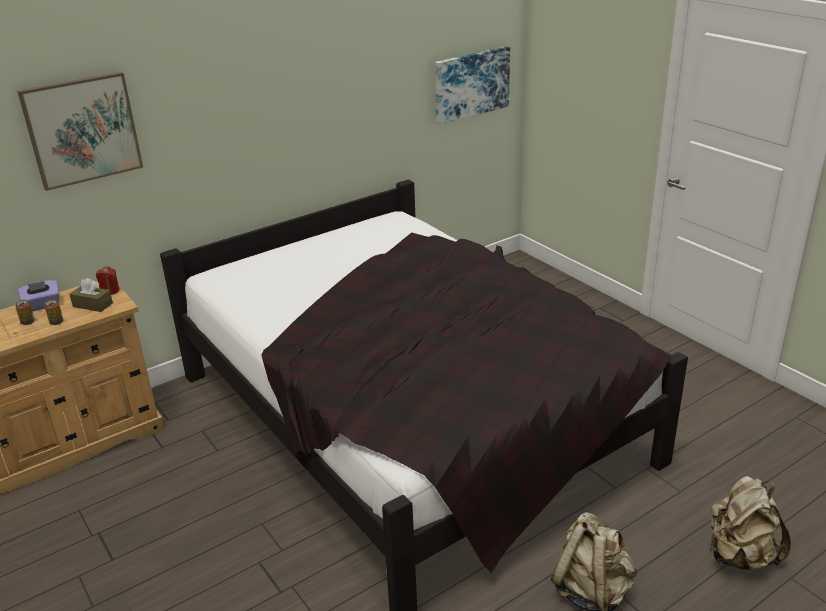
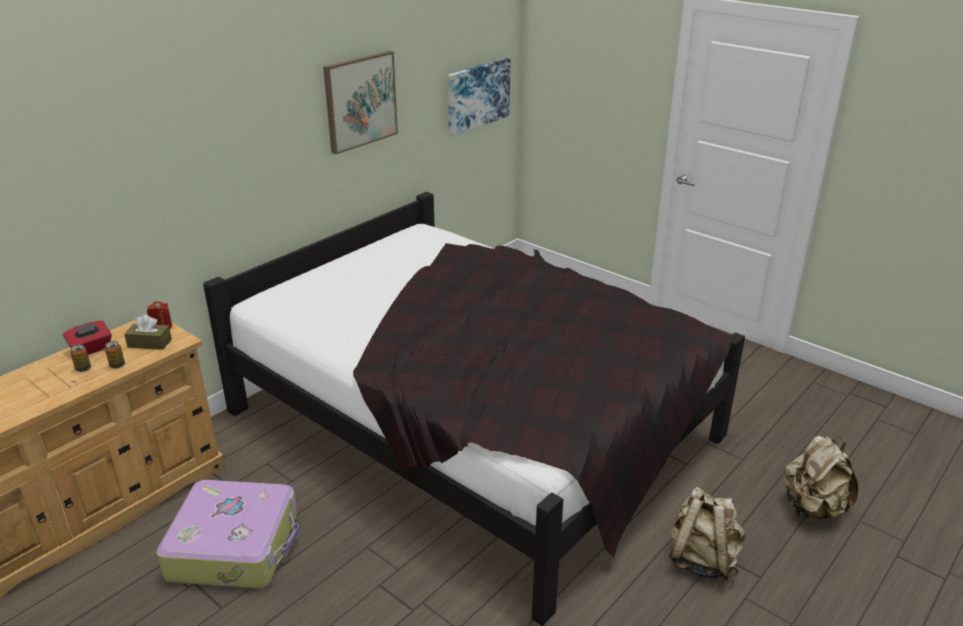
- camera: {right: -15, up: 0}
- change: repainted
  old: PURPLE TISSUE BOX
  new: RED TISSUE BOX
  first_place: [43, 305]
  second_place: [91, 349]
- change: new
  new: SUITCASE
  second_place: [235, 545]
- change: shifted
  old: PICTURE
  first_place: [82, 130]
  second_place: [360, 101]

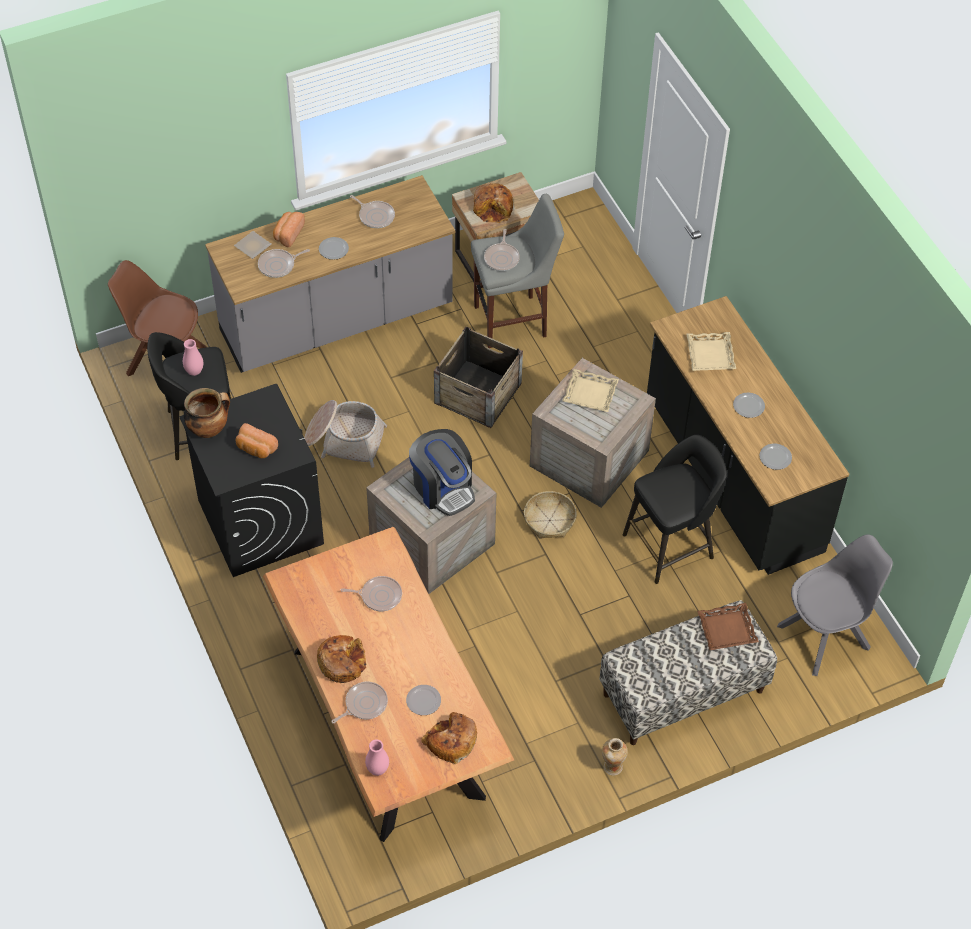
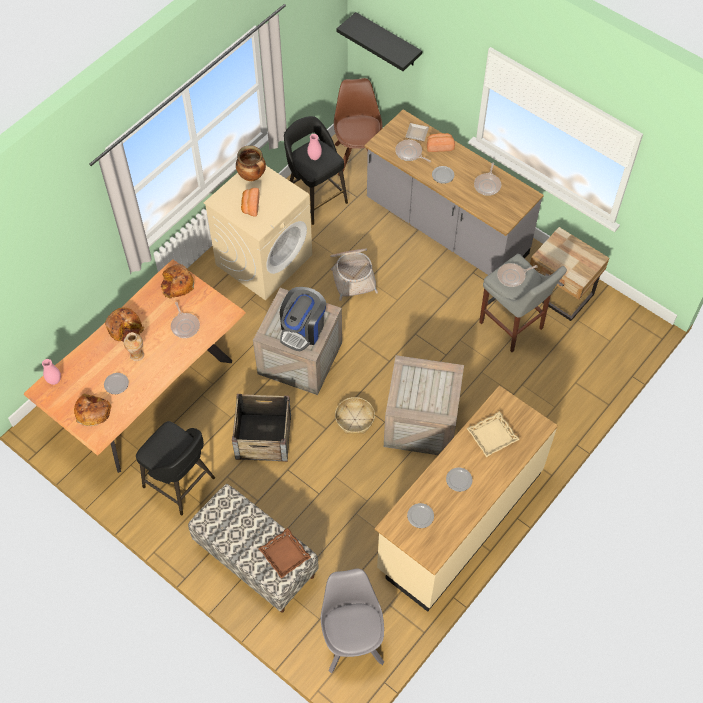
- camera: {right: 65, up: 5}
- change: shifted
  old: VASE
  first_place: [612, 767]
  second_place: [137, 355]
- change: shifted
  old: BLACK STOOL
  first_place: [670, 545]
  second_place: [180, 483]
- change: shifted
  old: BREAD
  first_place: [493, 208]
  second_place: [177, 285]
- change: repainted
  old: BLACK WASHING MACHINE
  new: BEIGE WASHING MACHINE
  first_place: [259, 521]
  second_place: [264, 259]
- change: shifted
  old: CRATE
  first_place: [478, 393]
  second_place: [263, 437]
- change: rotated
  old: GREY CHAIR
  first_place: [826, 636]
  second_place: [352, 639]
  degrees: -135
- change: new
  new: BLACK SHELF
  second_place: [388, 40]
- change: repainted
  old: BLACK COUNTER
  new: BEIGE COUNTER
  first_place: [731, 476]
  second_place: [459, 520]
- change: gone
  old: FRYING PAN
  first_place: [364, 704]
- change: gone
  old: BEIGE TRAY
  first_place: [590, 393]

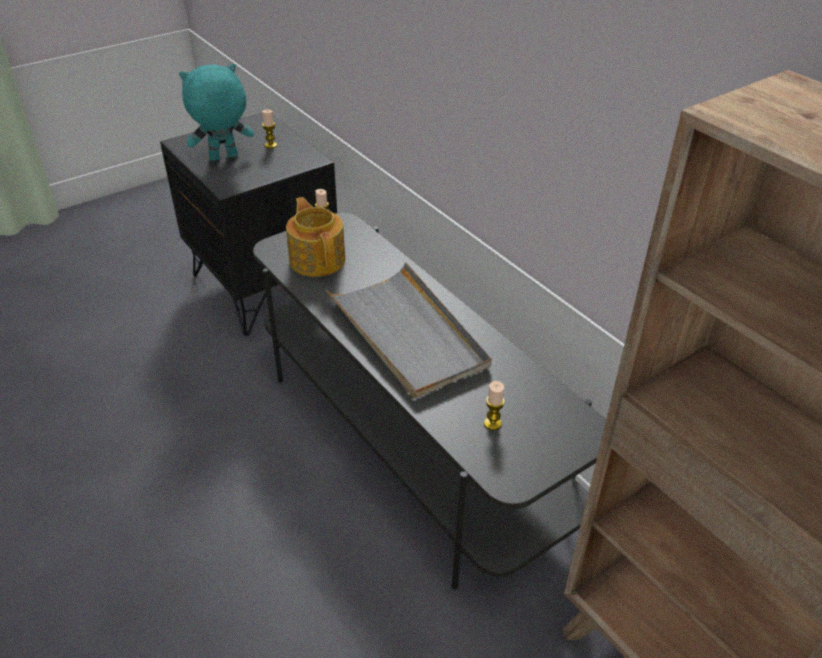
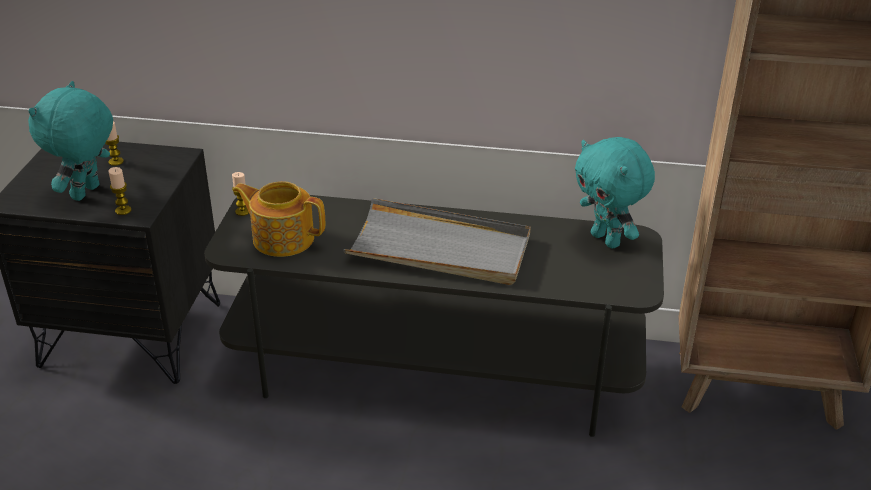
- camera: {right: -45, up: -5}
- change: shifted
  old: CANDLE
  first_place: [492, 423]
  second_place: [123, 210]
- change: new
  new: TURQUOISE PLUSH TOY
  second_place: [607, 240]

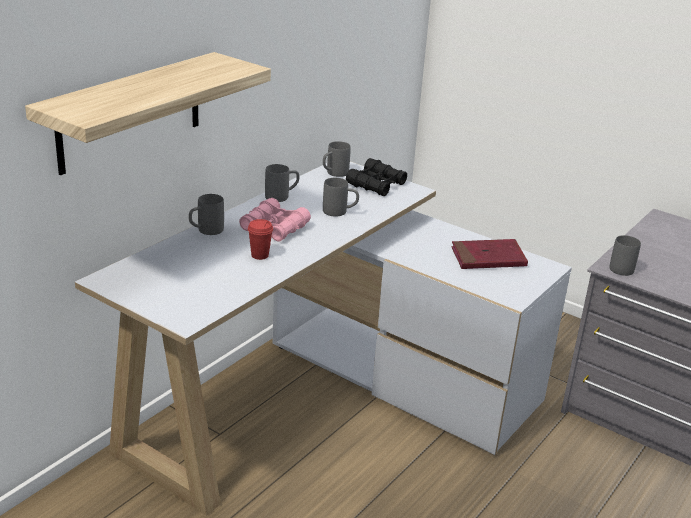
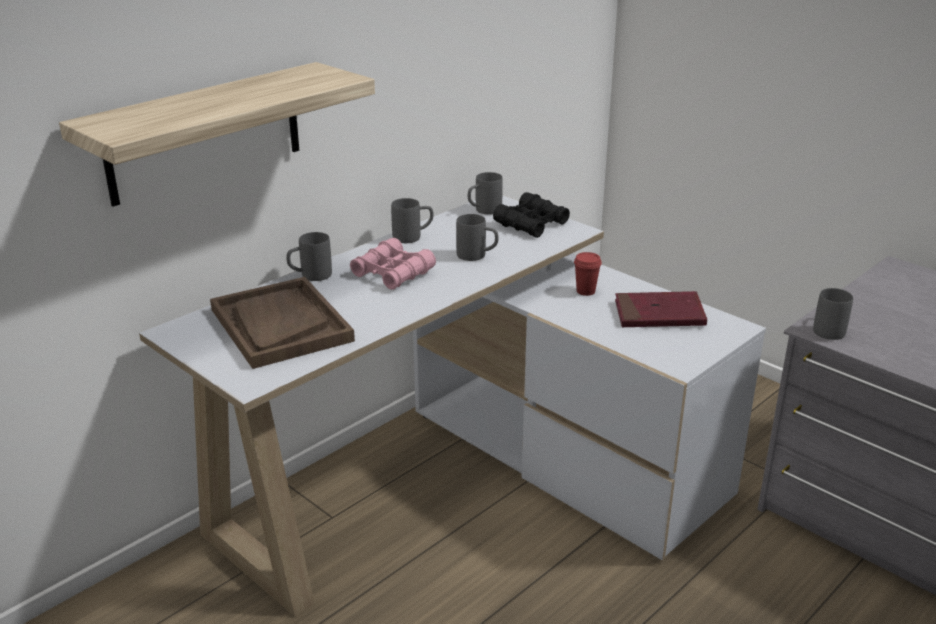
- camera: {right: 10, up: 0}
- change: new
  new: BROWN TRAY
  second_place: [280, 325]
- change: shifted
  old: RED CUP
  first_place: [260, 255]
  second_place: [585, 291]

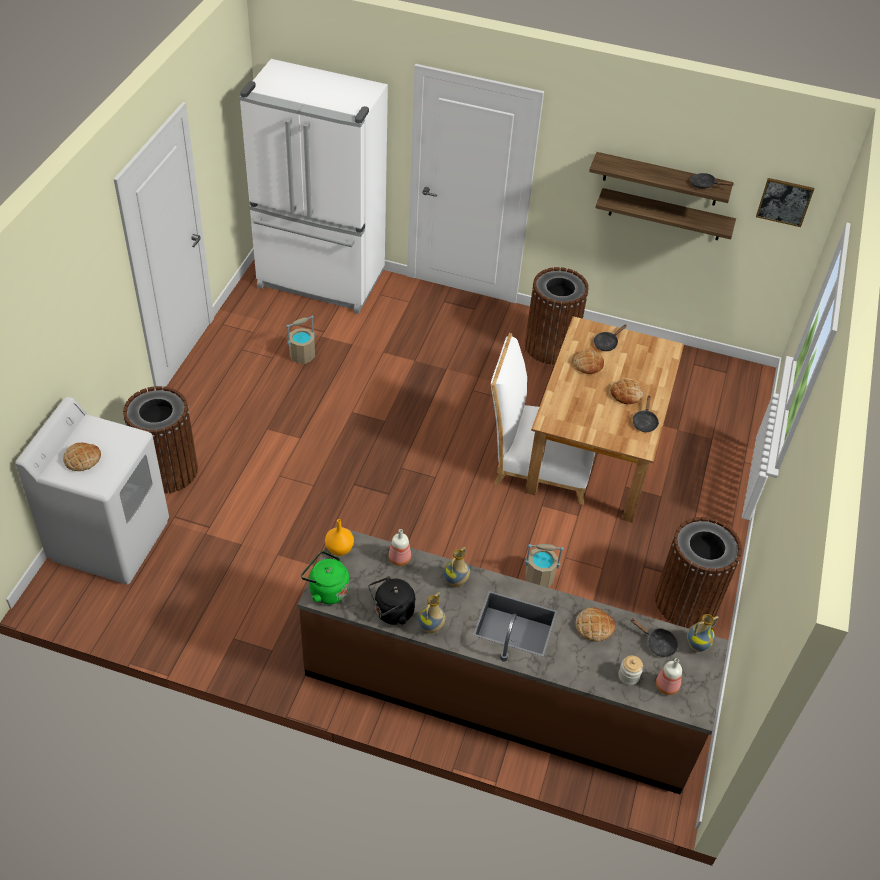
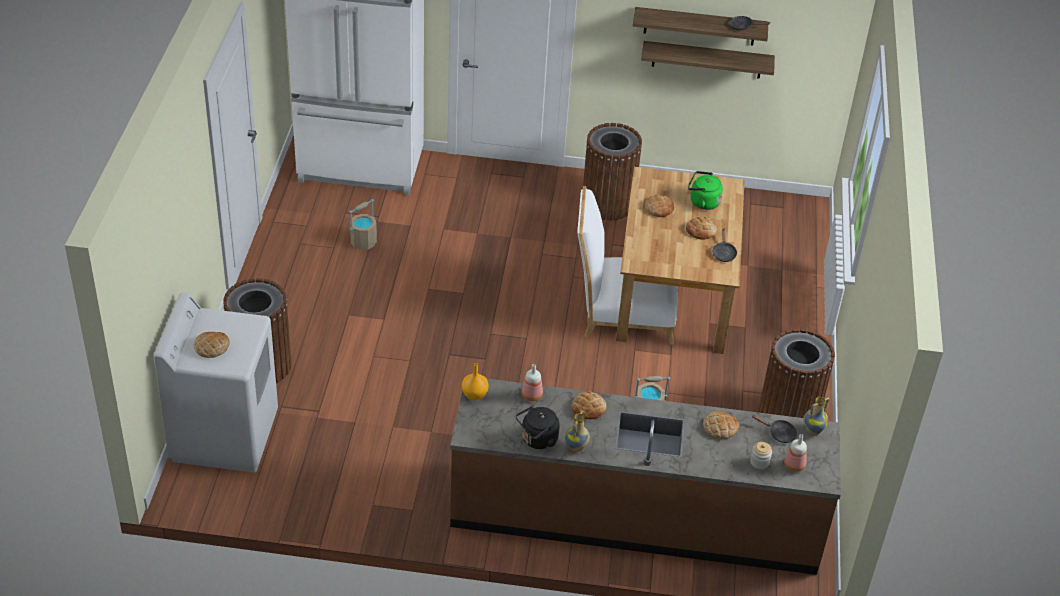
- camera: {right: -10, up: -5}
- change: swapped
  old: VASE
  new: BREAD
  first_place: [456, 582]
  second_place: [588, 408]
- change: shifted
  old: GREEN KETTLE
  first_place: [326, 590]
  second_place: [702, 202]
- change: gone
  old: BLACK FRYING PAN
  first_place: [607, 343]
- change: gone
  old: PICTURE
  first_place: [784, 201]

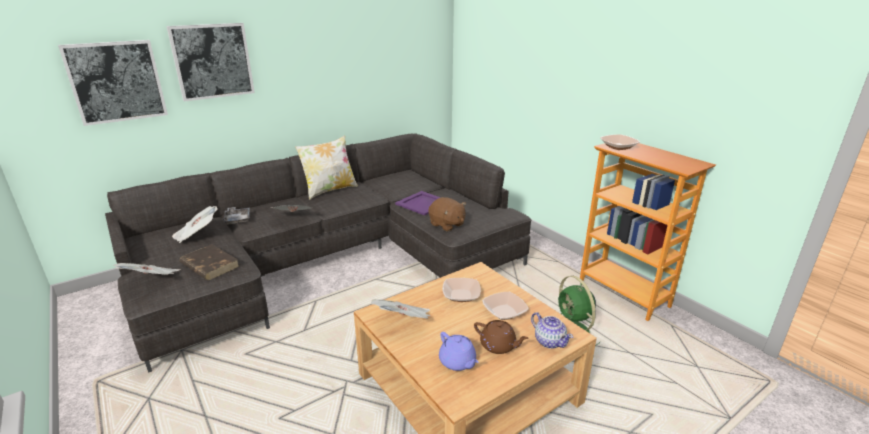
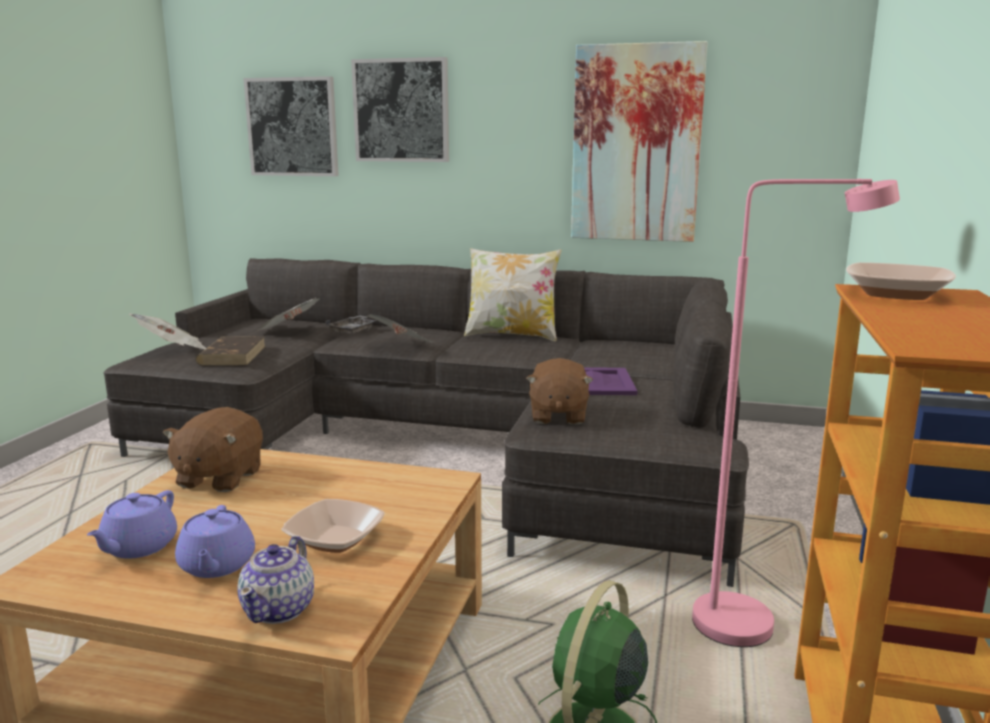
- camera: {right: 50, up: -10}
- change: swapped
  old: NEWSPAPER
  new: BROWN PLUSH TOY
  first_place: [404, 321]
  second_place: [219, 478]
- change: repainted
  old: BROWN TEAPOT
  new: PURPLE TEAPOT
  first_place: [498, 346]
  second_place: [216, 566]
- change: new
  new: PICTURE
  second_place: [636, 144]
- change: new
  new: PINK FLOOR LAMP
  second_place: [754, 623]
- change: gone
  old: BOWL
  first_place: [461, 295]

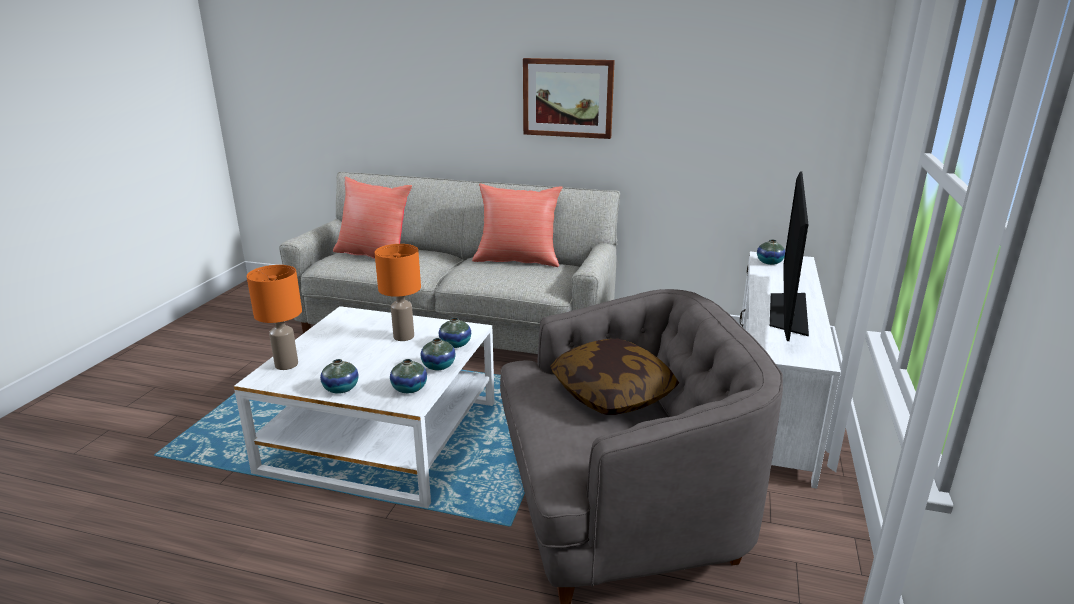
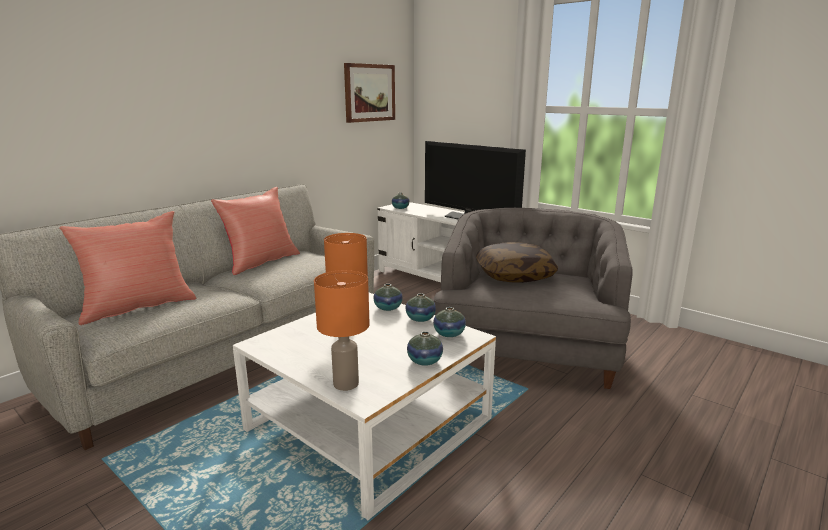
- camera: {right: -65, up: -5}
- change: shifted
  old: PICTURE
  first_place: [568, 98]
  second_place: [369, 93]

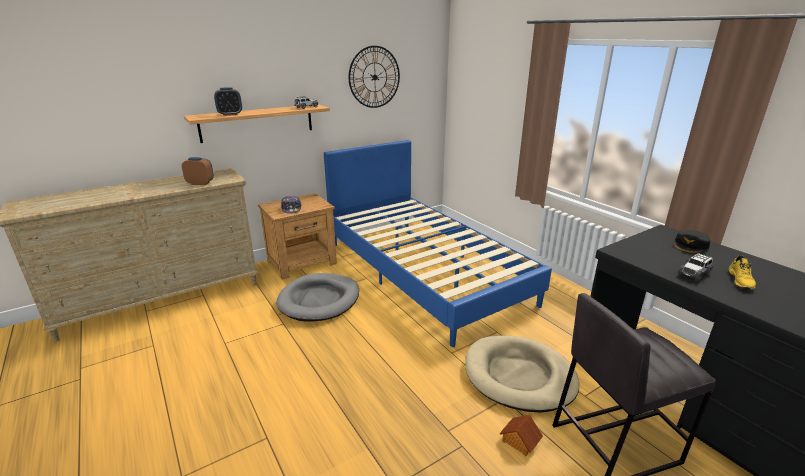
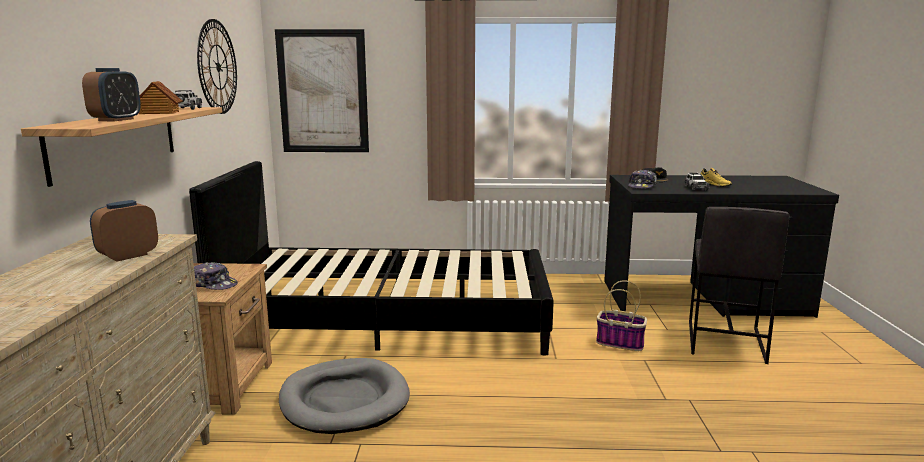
- camera: {right: -55, up: -10}
- change: shifted
  old: TOY HOUSE
  first_place: [519, 441]
  second_place: [159, 113]
- change: repainted
  old: BLUE BED
  new: BLACK BED
  first_place: [424, 271]
  second_place: [389, 321]
- change: new
  new: PICTURE
  second_place: [323, 92]
- change: swapped
  old: BEIGE DOG BED
  new: BASKET
  first_place: [519, 376]
  second_place: [621, 343]
- change: new
  new: CAP
  second_place: [642, 186]

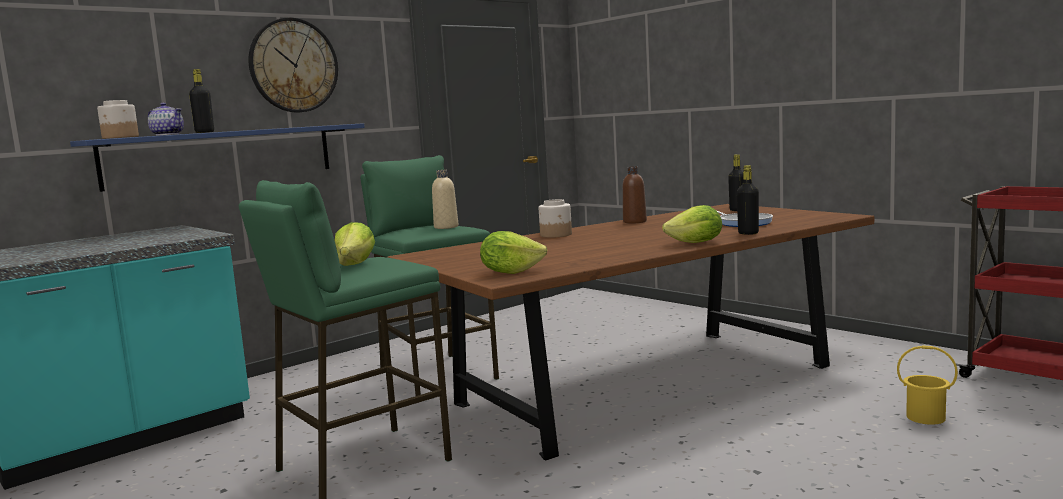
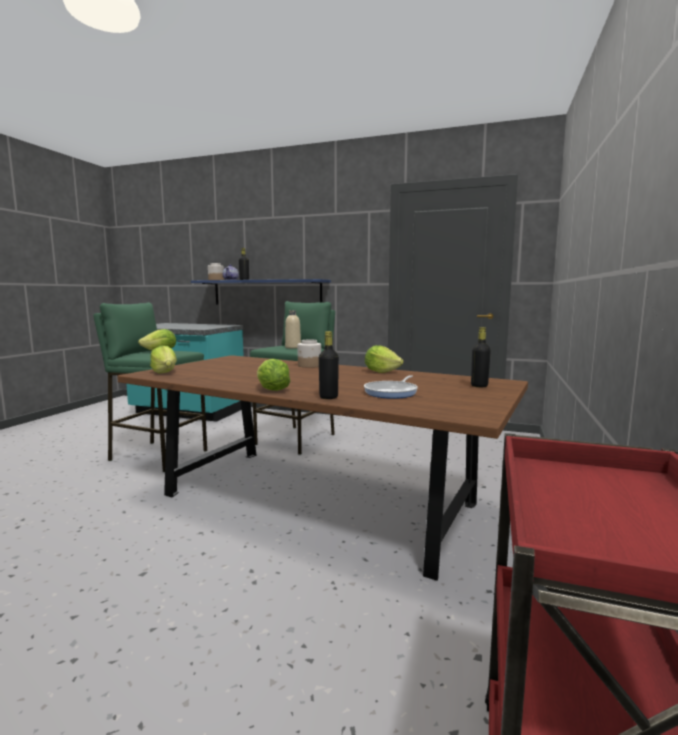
- camera: {right: 60, up: 0}
- change: swapped
  old: BROWN BOTTLE
  new: LETTUCE
  first_place: [634, 222]
  second_place: [381, 372]
- change: gone
  old: WALL CLOCK
  first_place: [293, 65]
- change: gone
  old: YELLOW BUCKET
  first_place: [925, 417]

